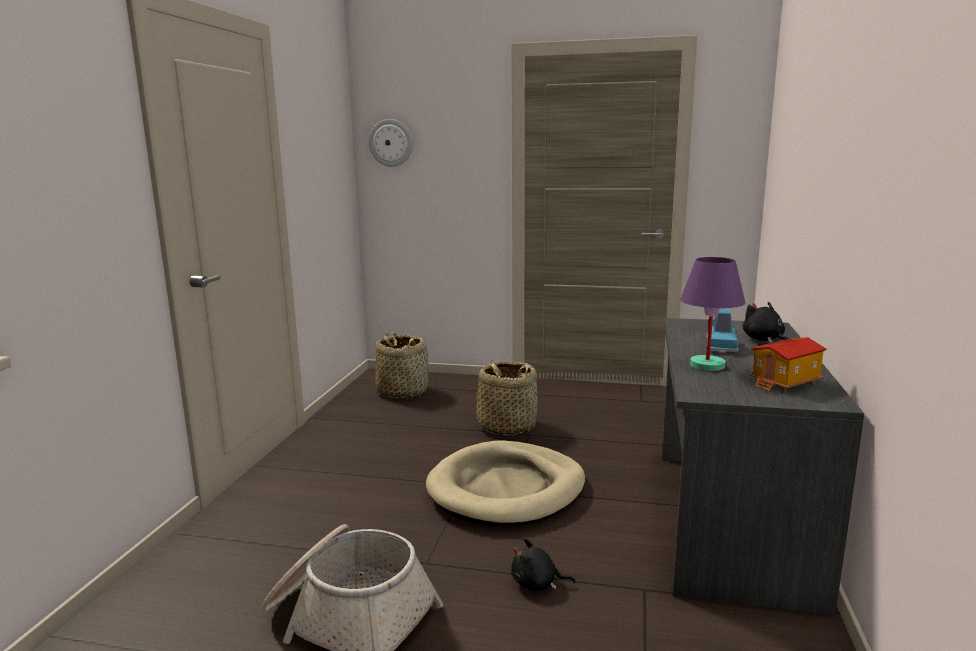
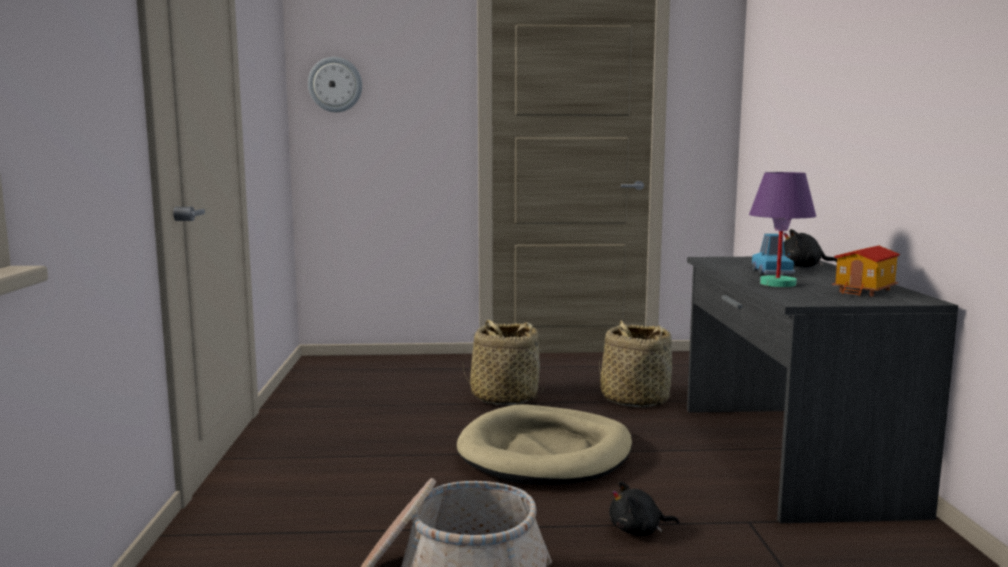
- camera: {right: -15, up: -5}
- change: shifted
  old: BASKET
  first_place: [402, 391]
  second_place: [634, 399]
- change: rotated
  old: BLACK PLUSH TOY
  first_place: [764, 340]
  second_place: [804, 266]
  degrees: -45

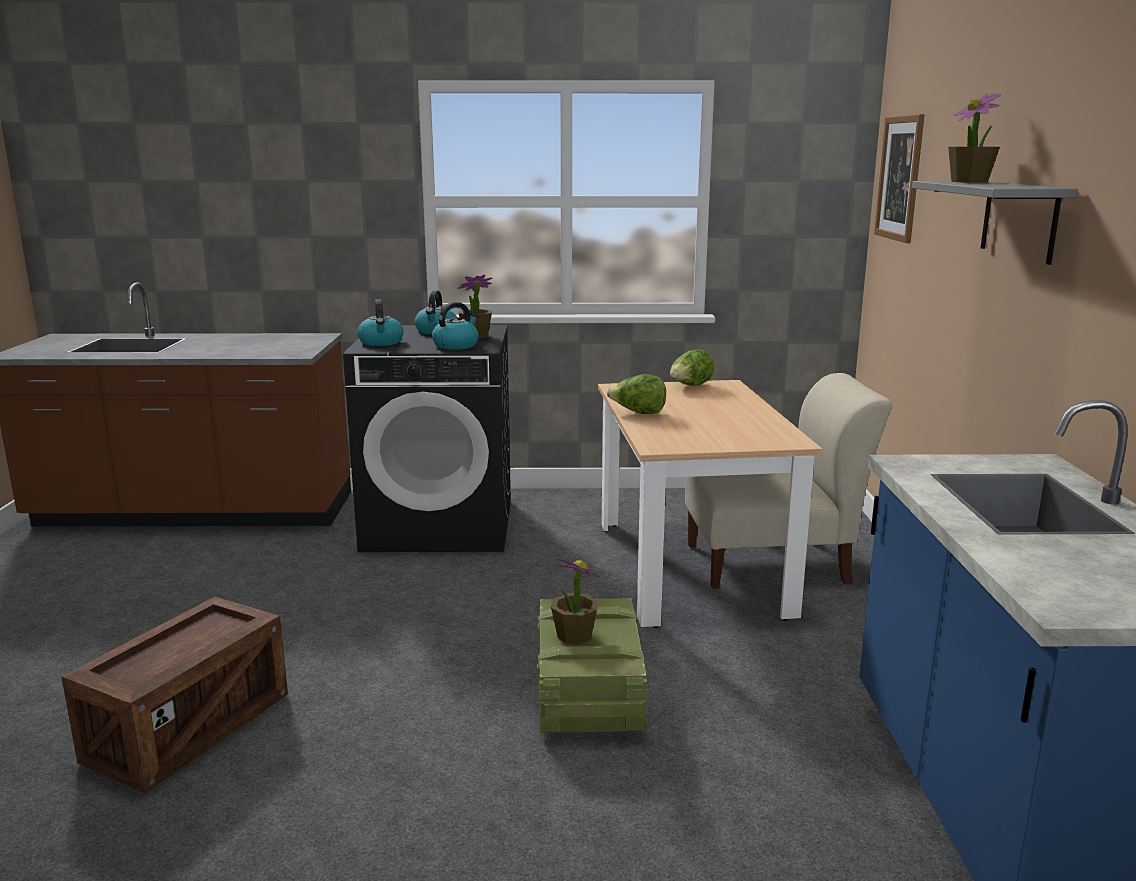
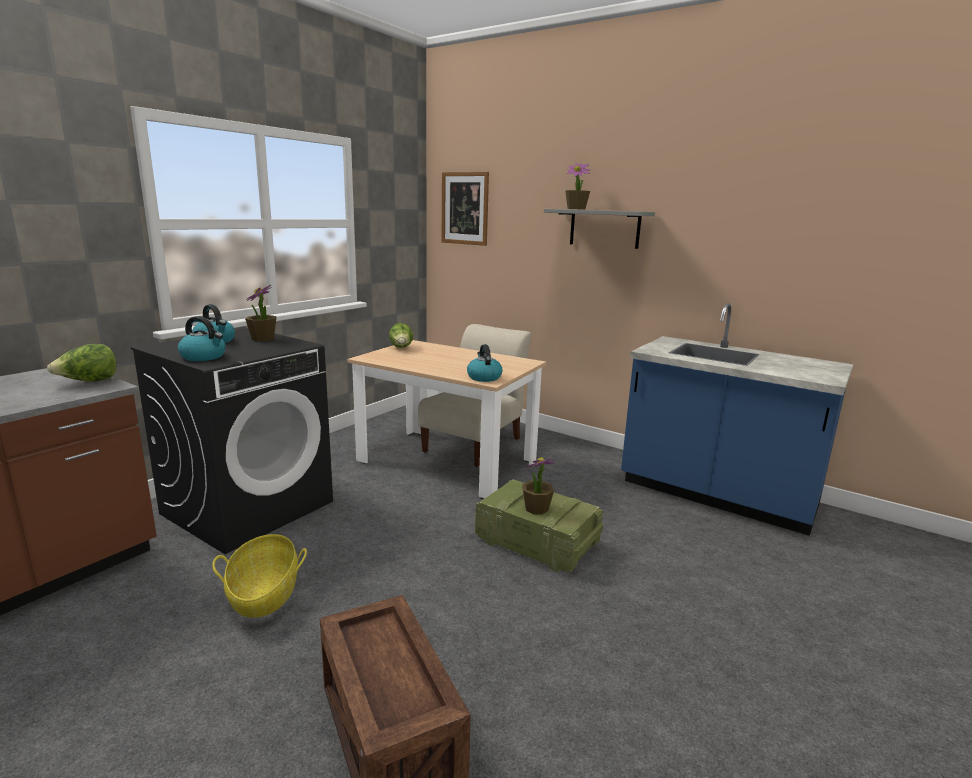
- camera: {right: -55, up: 0}
- change: shifted
  old: LETTUCE
  first_place: [638, 413]
  second_place: [89, 382]
- change: new
  new: BASKET
  second_place: [264, 594]
- change: shifted
  old: KETTLE
  first_place: [456, 346]
  second_place: [484, 377]

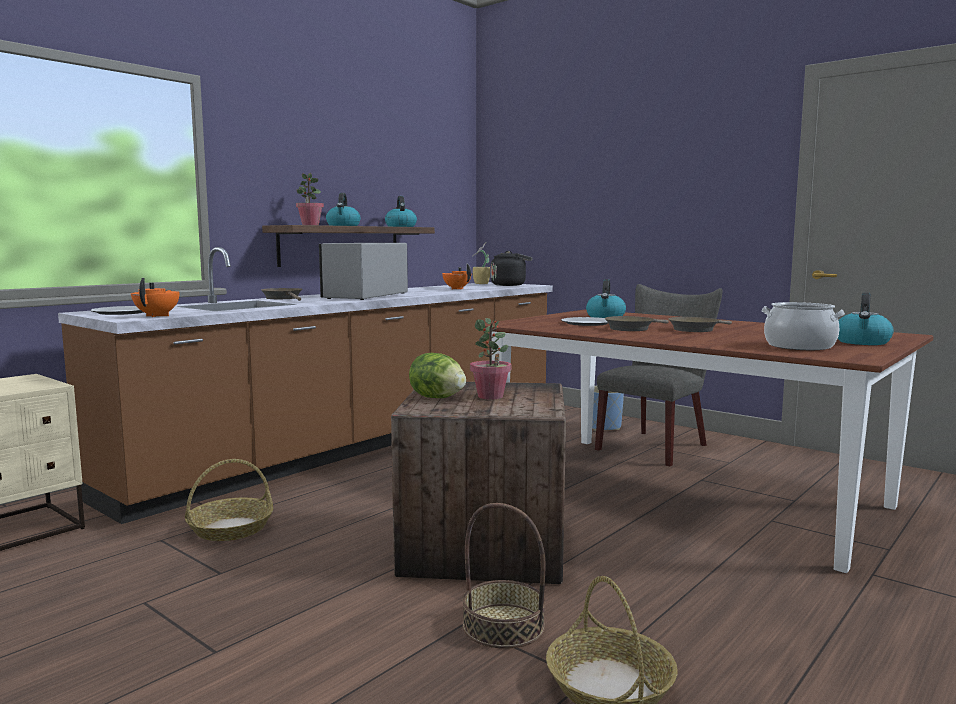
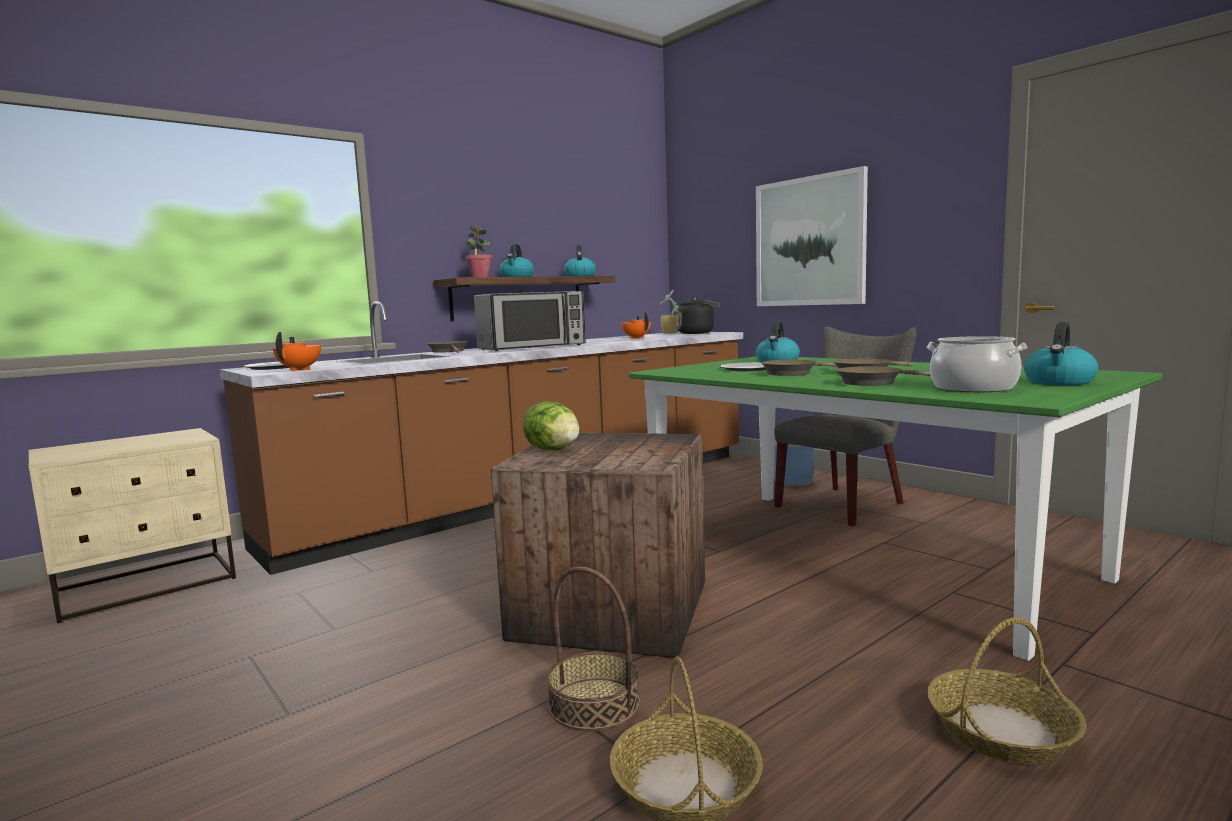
- camera: {right: 10, up: 0}
- change: rotated
  old: MICROWAVE
  first_place: [365, 296]
  second_place: [532, 347]
  degrees: -150
- change: repainted
  old: BROWN DINING TABLE
  new: GREEN DINING TABLE
  first_place: [682, 491]
  second_place: [857, 555]
- change: new
  new: PICTURE
  second_place: [809, 242]
- change: new
  new: BROWN FRYING PAN
  second_place: [873, 382]
- change: shifted
  old: BASKET
  first_place: [231, 528]
  second_place: [1001, 730]
- change: gone
  old: POTTED PLANT
  first_place: [490, 396]

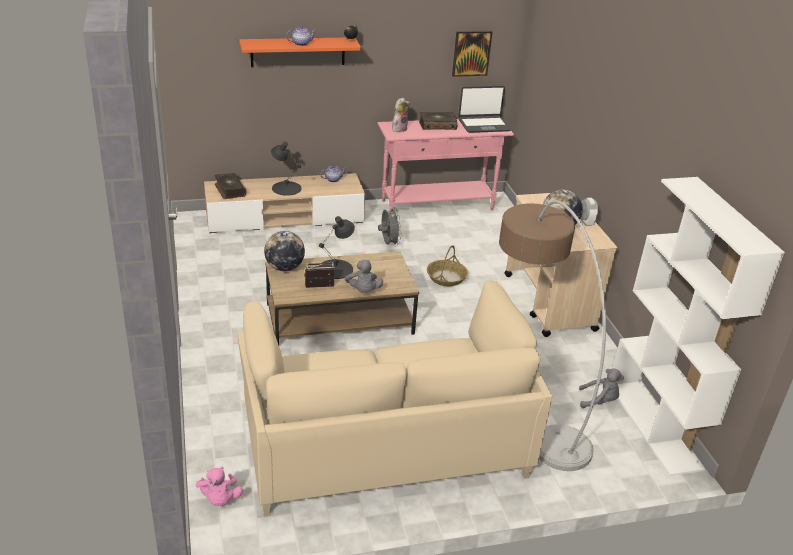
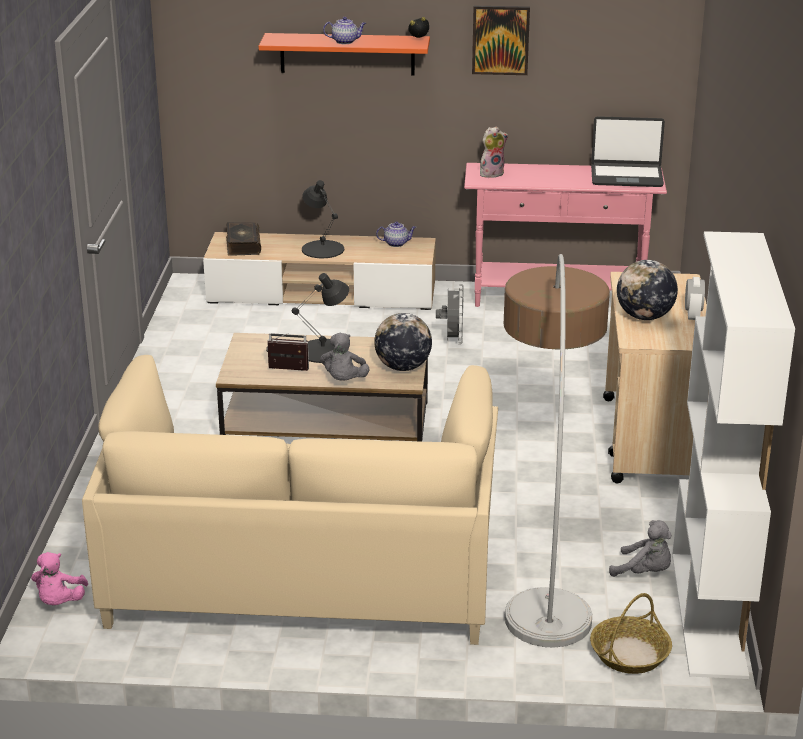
- camera: {right: 20, up: -5}
- change: shifted
  old: GLOBE
  first_place: [284, 268]
  second_place: [403, 367]
- change: shifted
  old: PICTURE
  first_place: [471, 53]
  second_place: [500, 40]
- change: shifted
  old: BASKET
  first_place: [446, 277]
  second_place: [629, 654]
- change: gone
  old: BOOK
  first_place: [437, 125]

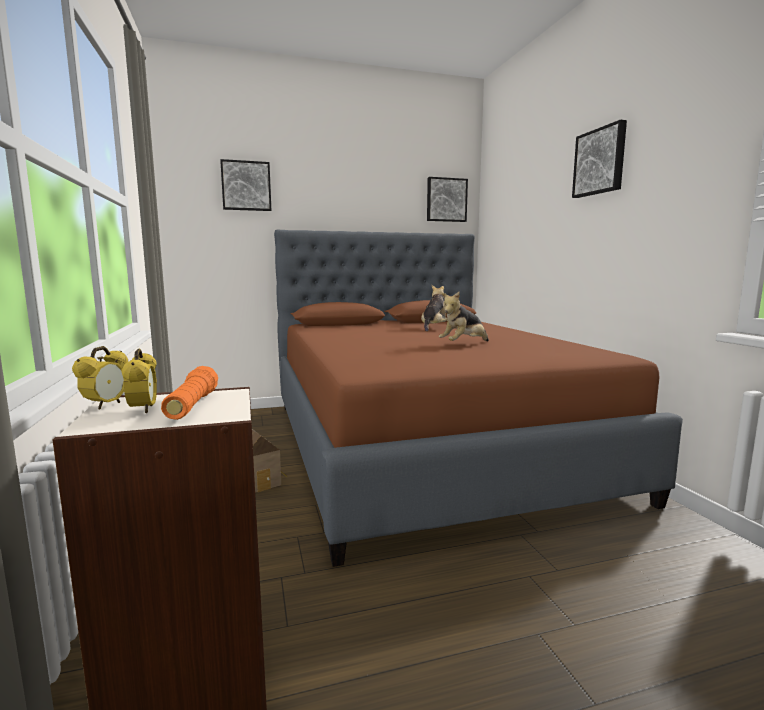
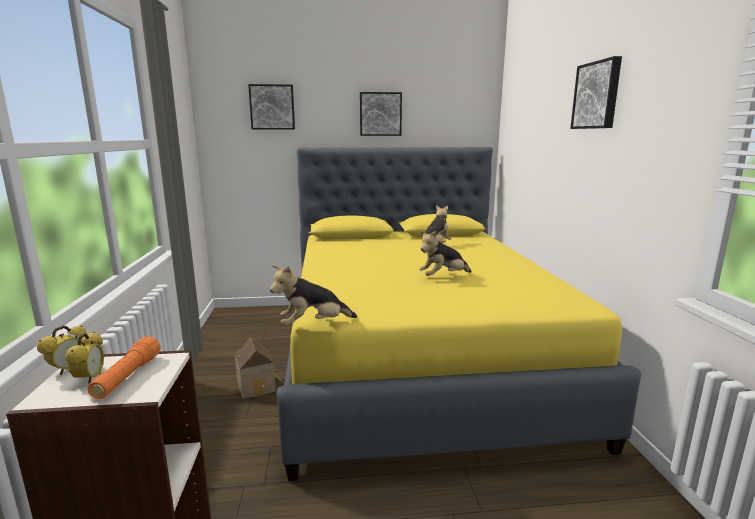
- camera: {right: 10, up: 5}
- change: new
  new: PLUSH TOY
  second_place: [313, 325]
- change: repainted
  old: BROWN BED
  new: YELLOW BED
  first_place: [425, 444]
  second_place: [417, 358]
- change: shifted
  old: PICTURE
  first_place: [446, 200]
  second_place: [380, 114]

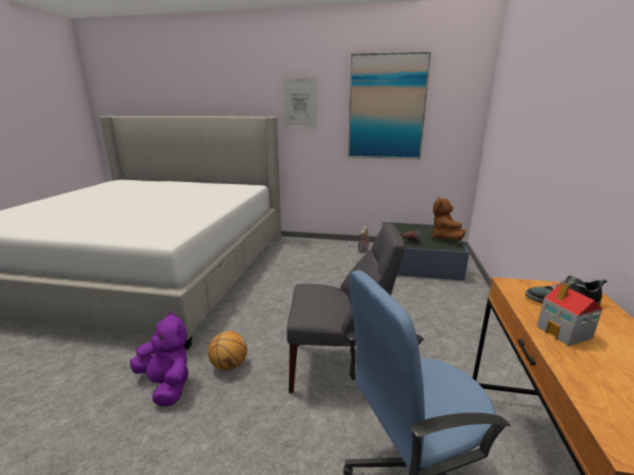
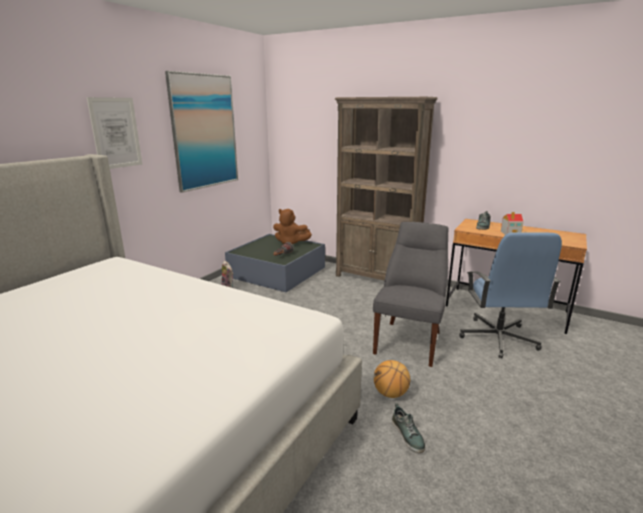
- camera: {right: -70, up: 0}
- change: new
  new: BROWN BOOKCASE
  second_place: [377, 278]
- change: swapped
  old: PURPLE PLUSH TOY
  new: SHOE
  first_place: [167, 385]
  second_place: [408, 435]

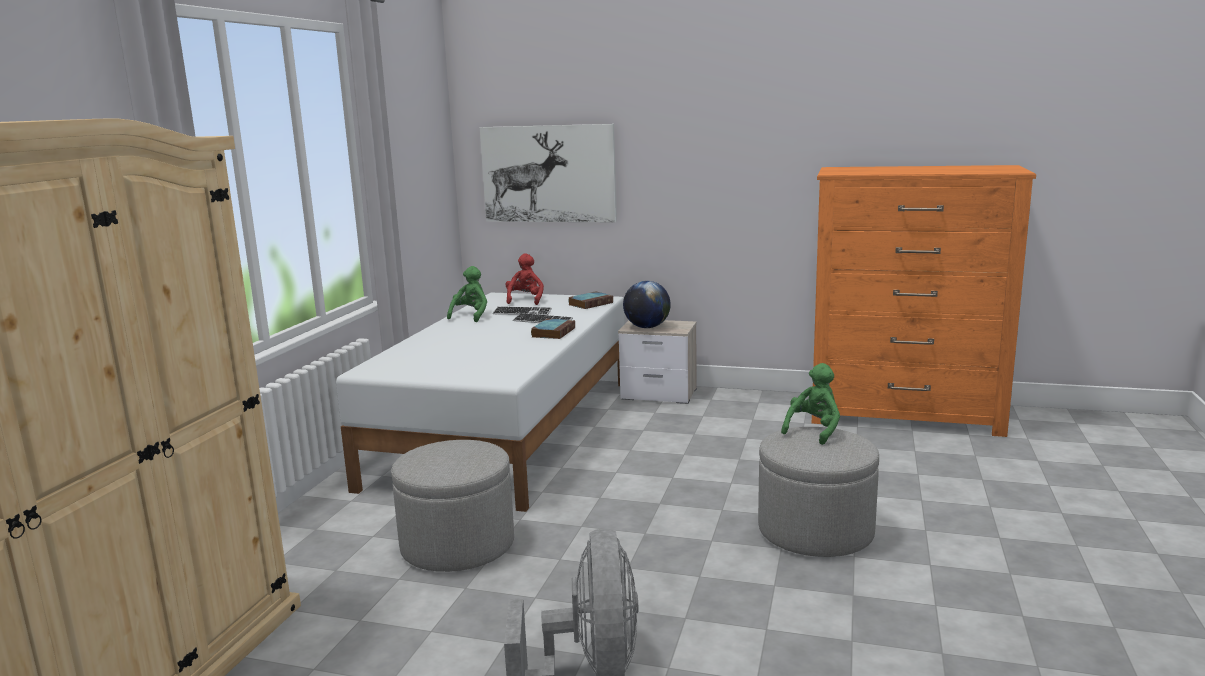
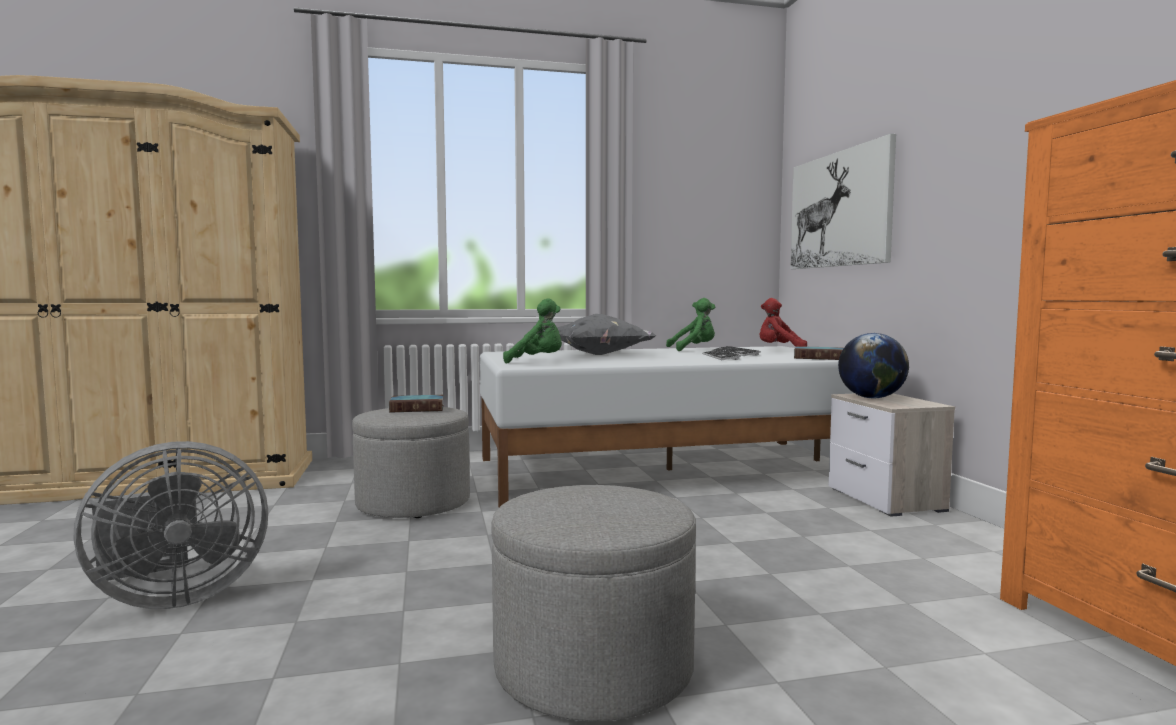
- camera: {right: 60, up: -10}
- change: shifted
  old: BOOK
  first_place: [553, 332]
  second_place: [418, 408]
- change: shifted
  old: GREEN PLUSH TOY
  first_place: [814, 430]
  second_place: [537, 361]
- change: new
  new: GREY PILLOW
  second_place: [599, 354]
- change: rotated
  old: RED PLUSH TOY
  first_place: [525, 300]
  second_place: [779, 350]
  degrees: -135

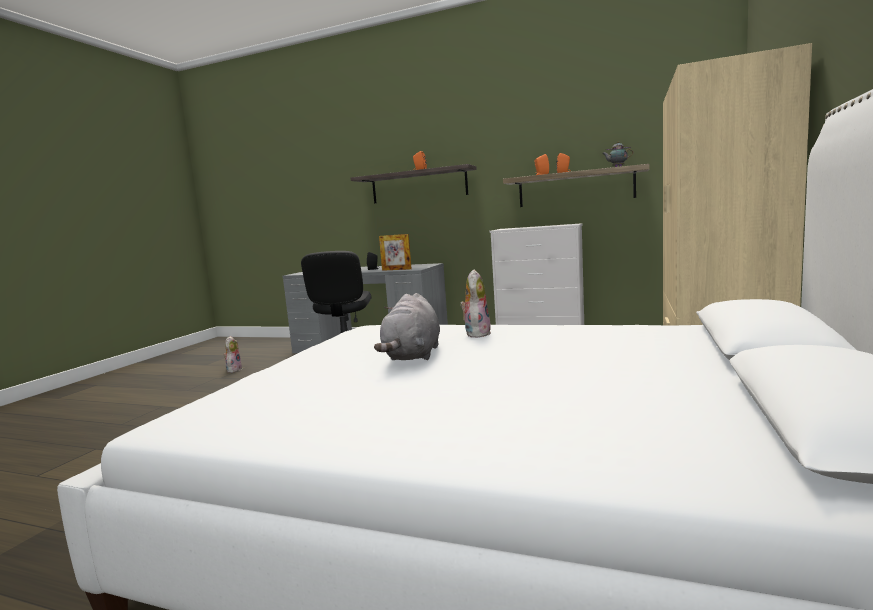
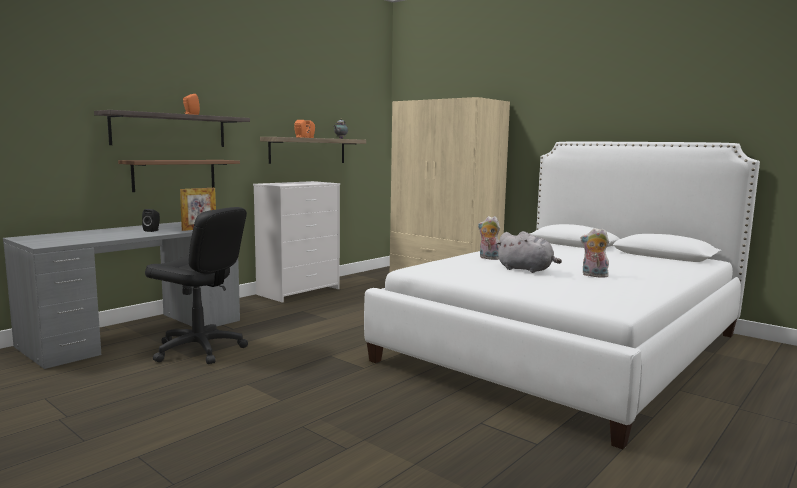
- camera: {right: -70, up: 0}
- change: new
  new: BROWN SHELF
  second_place: [174, 175]
- change: shifted
  old: PLUSH TOY
  first_place: [233, 370]
  second_place: [593, 276]

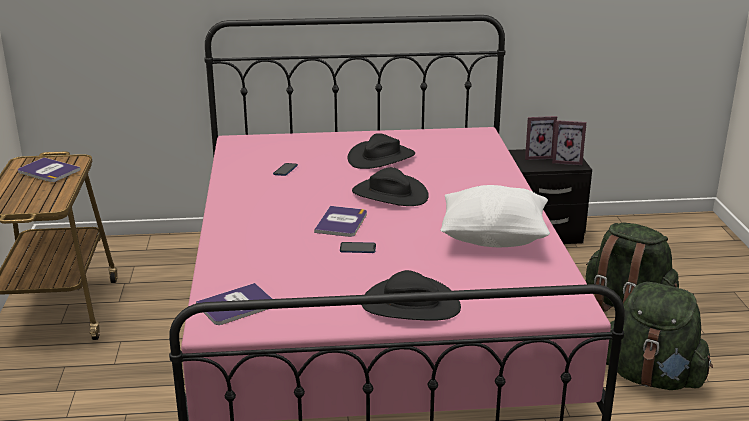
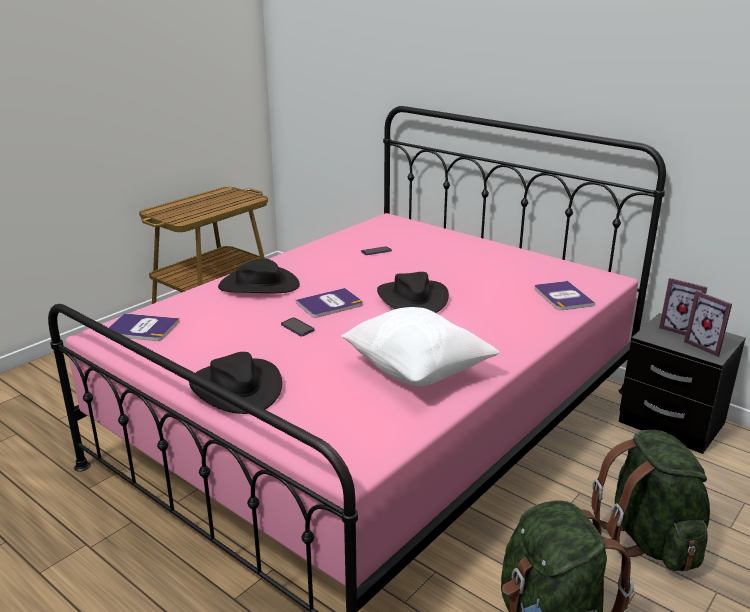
- camera: {right: 45, up: 0}
- change: shifted
  old: BLACK HAT
  first_place: [381, 158]
  second_place: [259, 285]
- change: shifted
  old: BOOK
  first_place: [48, 171]
  second_place: [562, 296]

